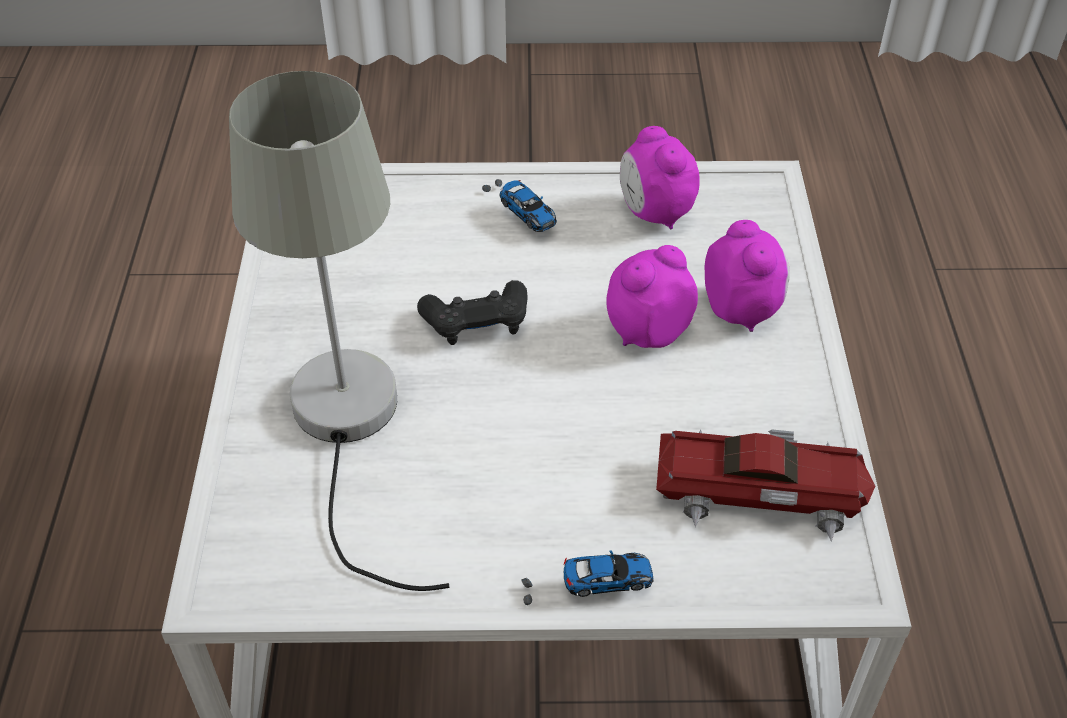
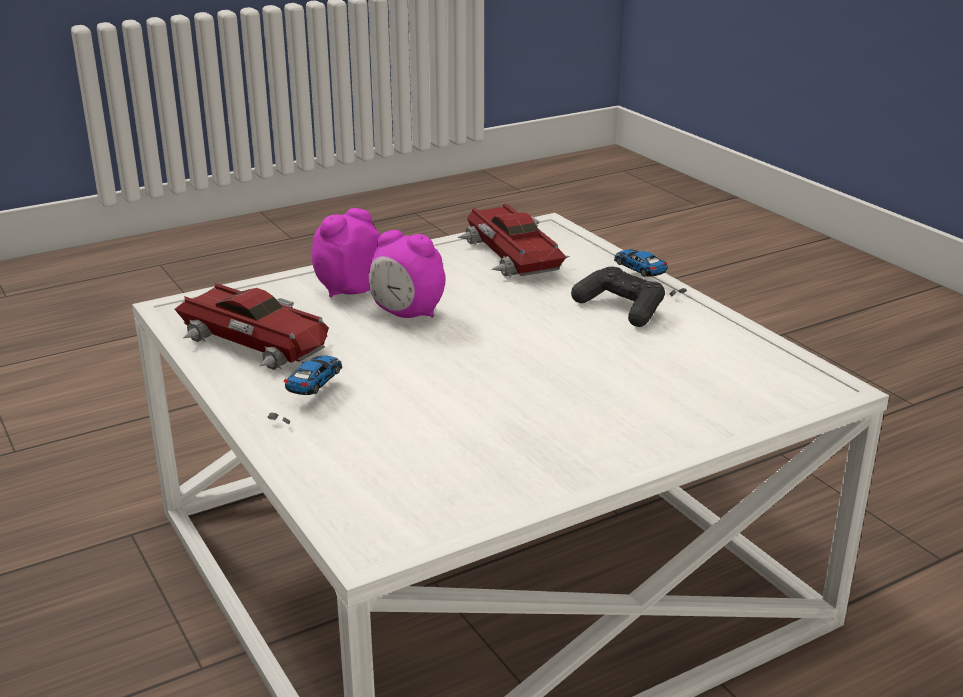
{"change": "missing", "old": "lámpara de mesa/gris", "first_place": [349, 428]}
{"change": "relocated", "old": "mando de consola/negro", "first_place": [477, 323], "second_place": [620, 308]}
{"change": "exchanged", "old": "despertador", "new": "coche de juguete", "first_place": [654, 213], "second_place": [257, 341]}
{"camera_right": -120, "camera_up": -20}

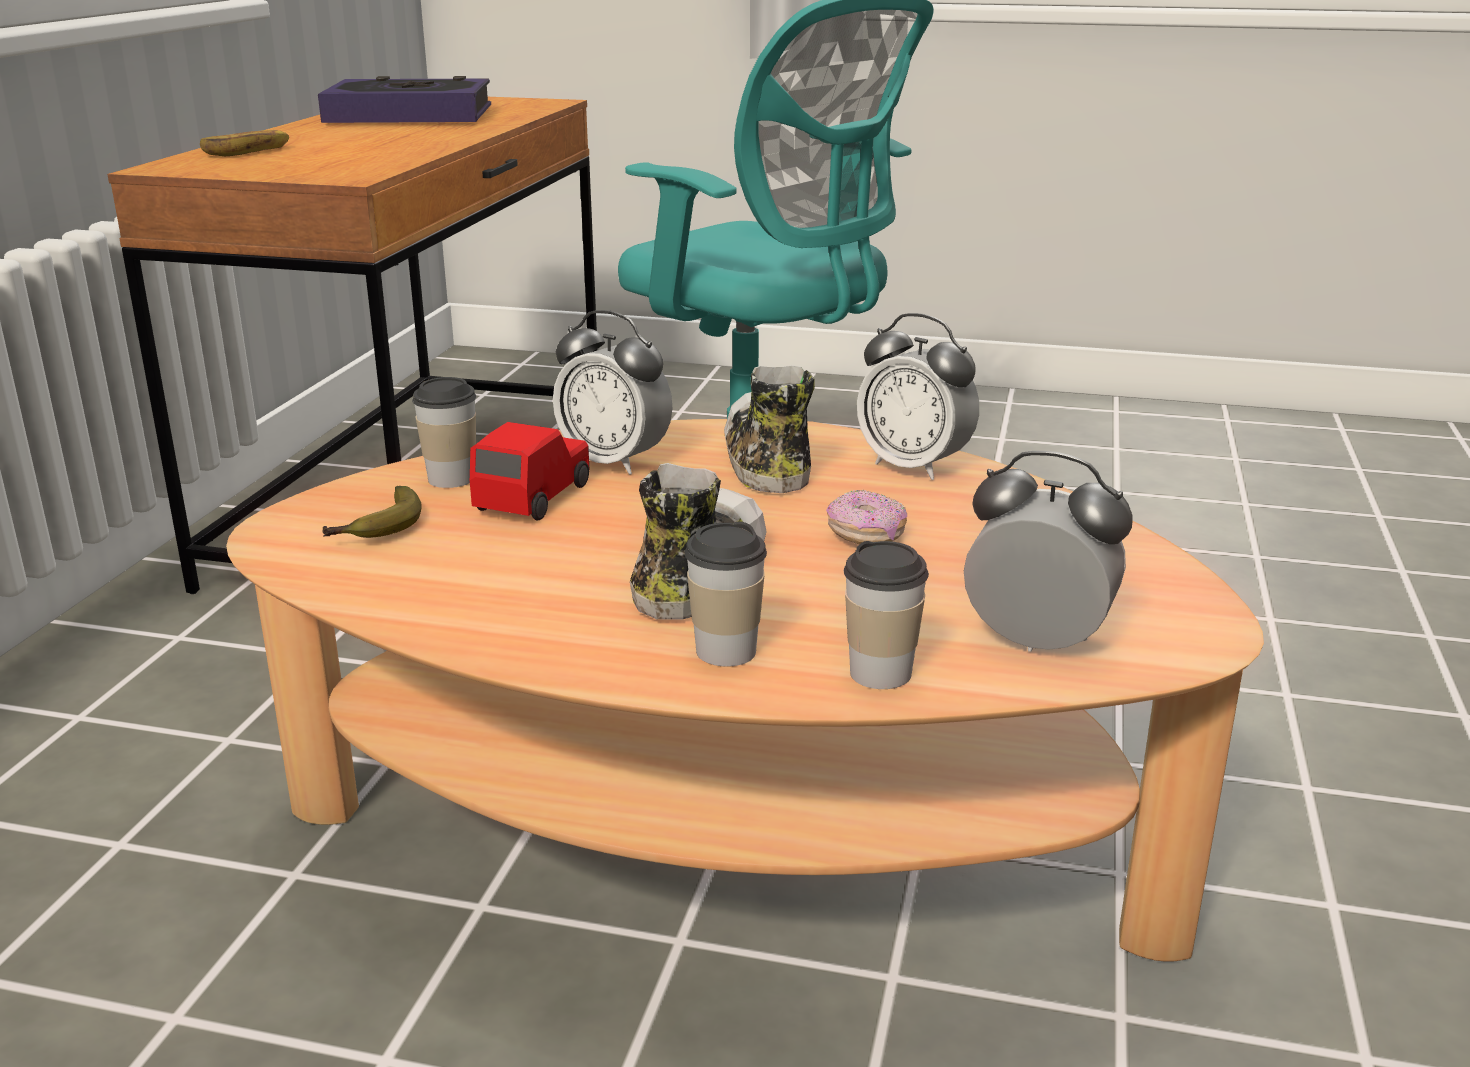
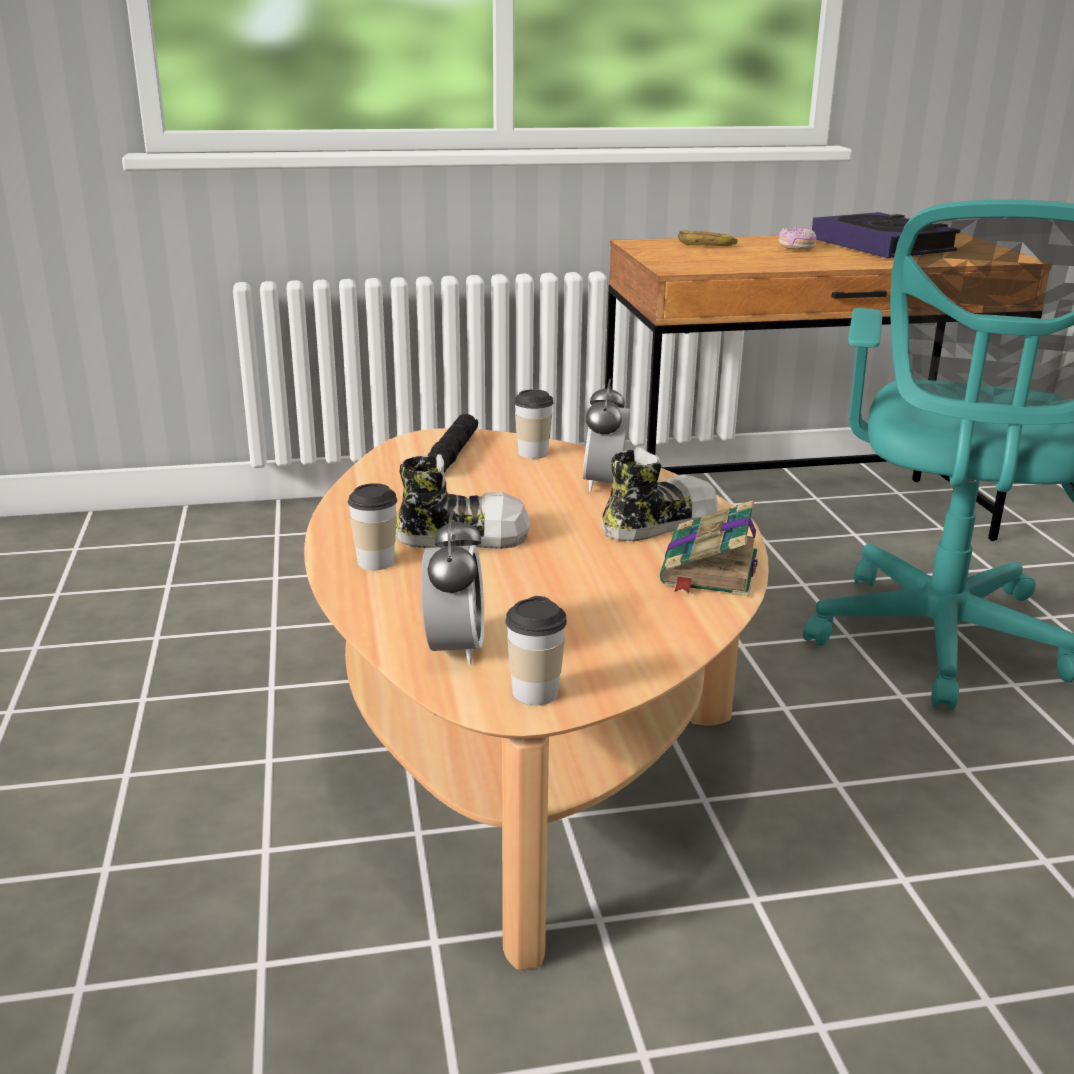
{"change": "exchanged", "old": "plátano", "new": "linterna/negro", "first_place": [379, 529], "second_place": [451, 455]}
{"change": "missing", "old": "coche de juguete/rojo", "first_place": [534, 498]}
{"change": "relocated", "old": "rosquilla", "first_place": [866, 535], "second_place": [796, 248]}
{"change": "relocated", "old": "taza", "first_place": [880, 673], "second_place": [535, 693]}
{"change": "exchanged", "old": "despertador", "new": "libro", "first_place": [914, 466], "second_place": [709, 570]}
{"camera_right": 65, "camera_up": 0}

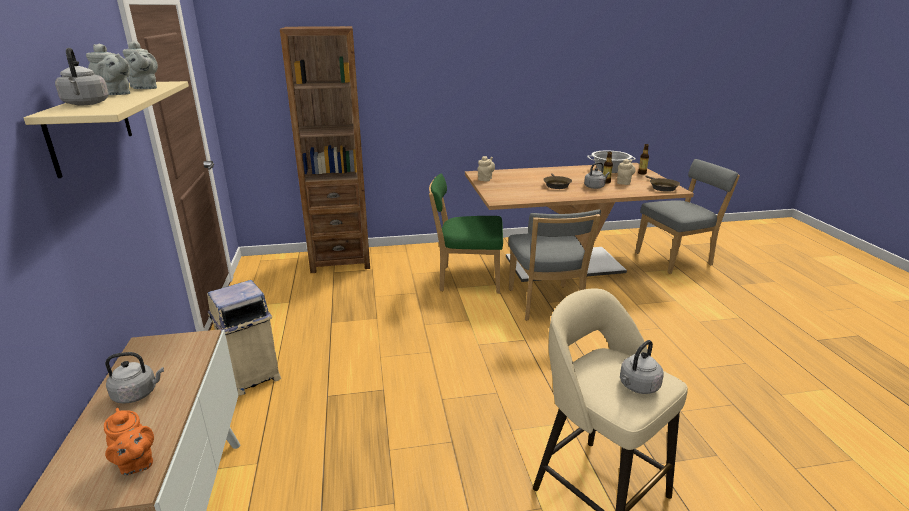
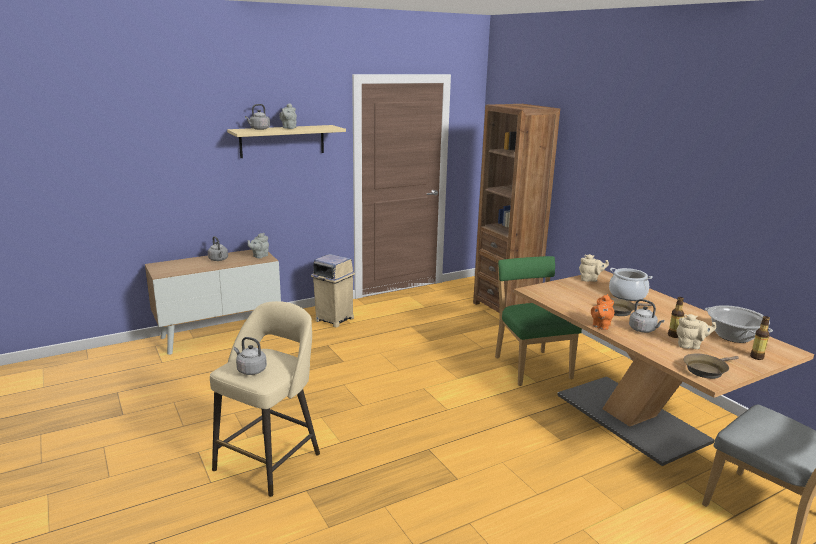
{"change": "relocated", "old": "tetera/naranja", "first_place": [135, 464], "second_place": [600, 326]}
{"change": "relocated", "old": "tetera/gris", "first_place": [144, 88], "second_place": [259, 256]}
{"change": "missing", "old": "silla/gris", "first_place": [546, 305]}
{"change": "appeared", "new": "olla", "second_place": [627, 295]}
{"camera_right": 70, "camera_up": -5}

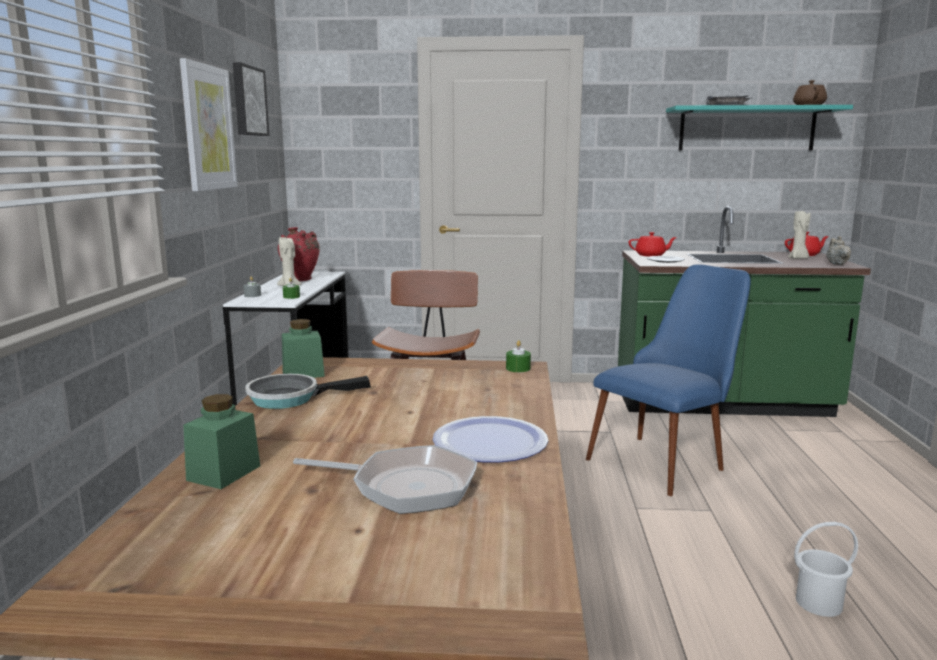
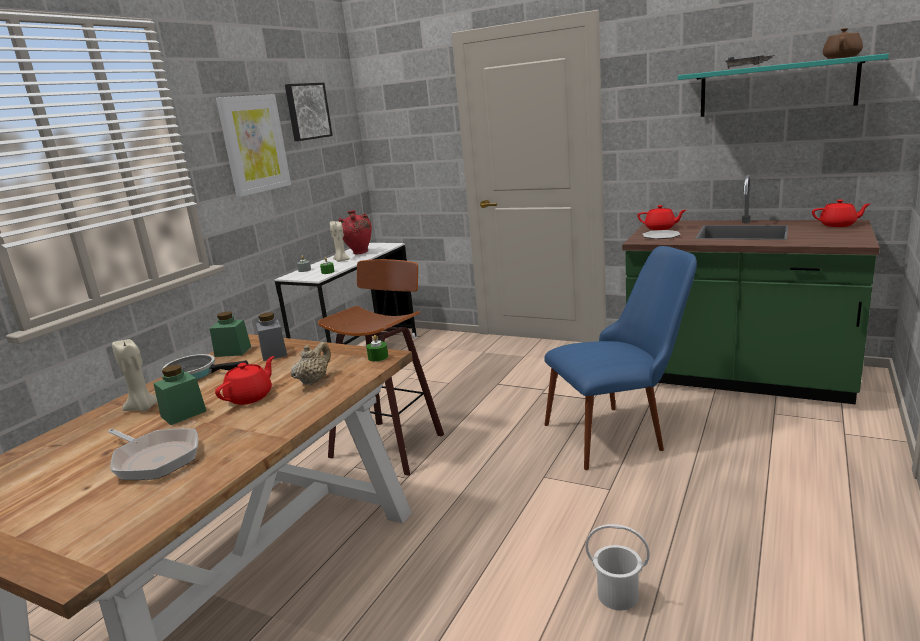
{"change": "relocated", "old": "tarro/verde", "first_place": [224, 473], "second_place": [183, 414]}
{"change": "missing", "old": "plato", "first_place": [489, 442]}
{"change": "relocated", "old": "vela/beis", "first_place": [798, 258], "second_place": [143, 408]}
{"change": "relocated", "old": "tetera/beis", "first_place": [836, 264], "second_place": [314, 381]}
{"change": "appeared", "new": "tetera/rojo", "second_place": [250, 397]}
{"change": "appeared", "new": "tarro/gris", "second_place": [274, 353]}
{"camera_right": 25, "camera_up": 5}

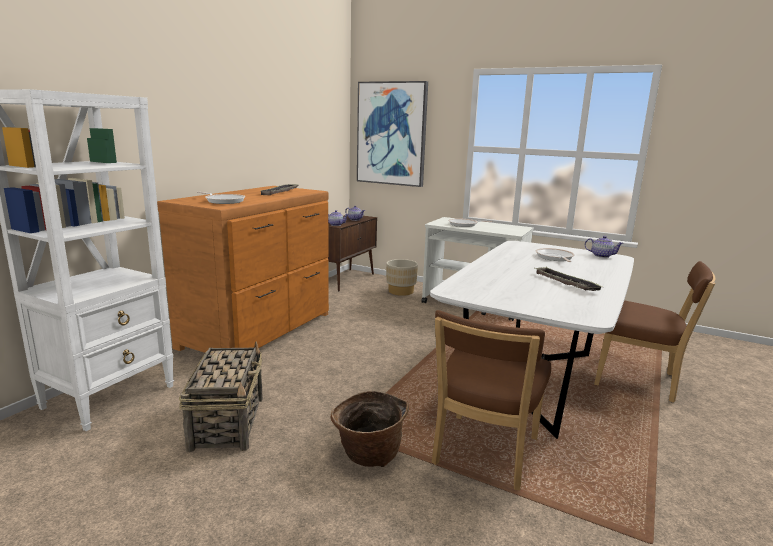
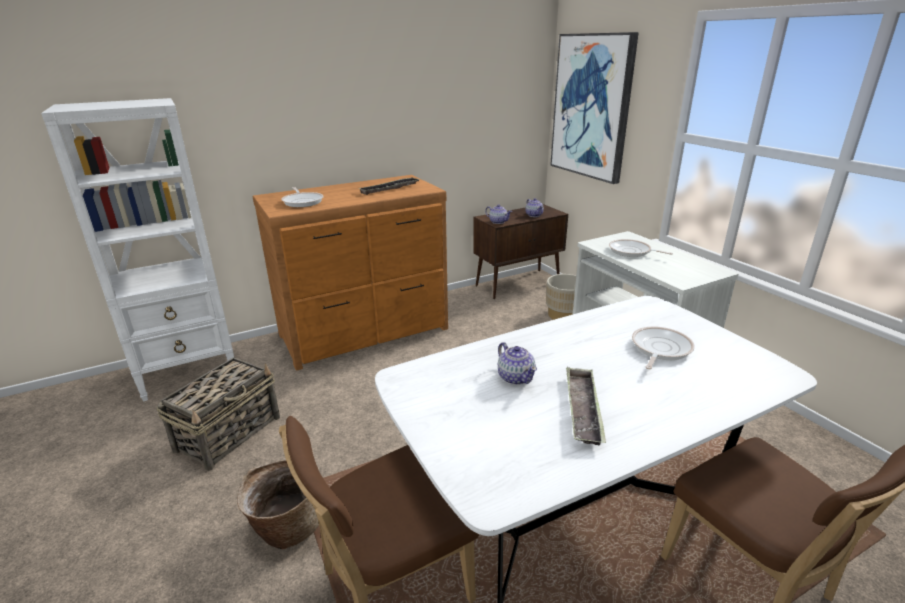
{"change": "relocated", "old": "tetera", "first_place": [601, 256], "second_place": [516, 377]}
{"camera_right": 35, "camera_up": 10}

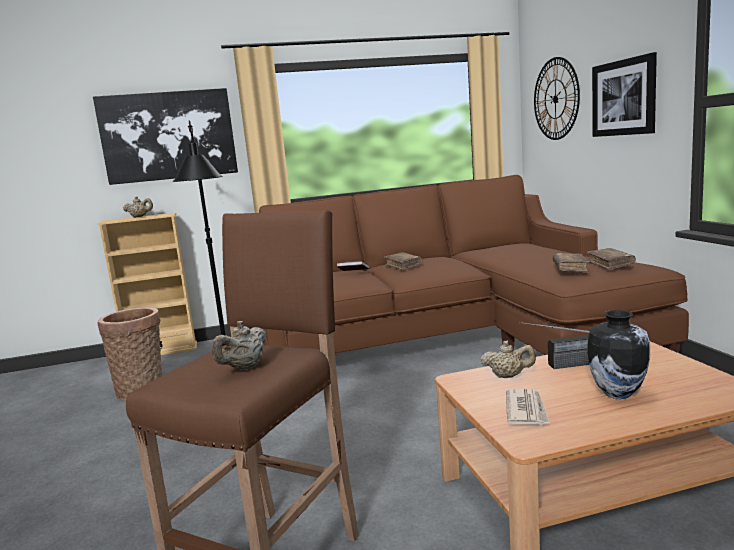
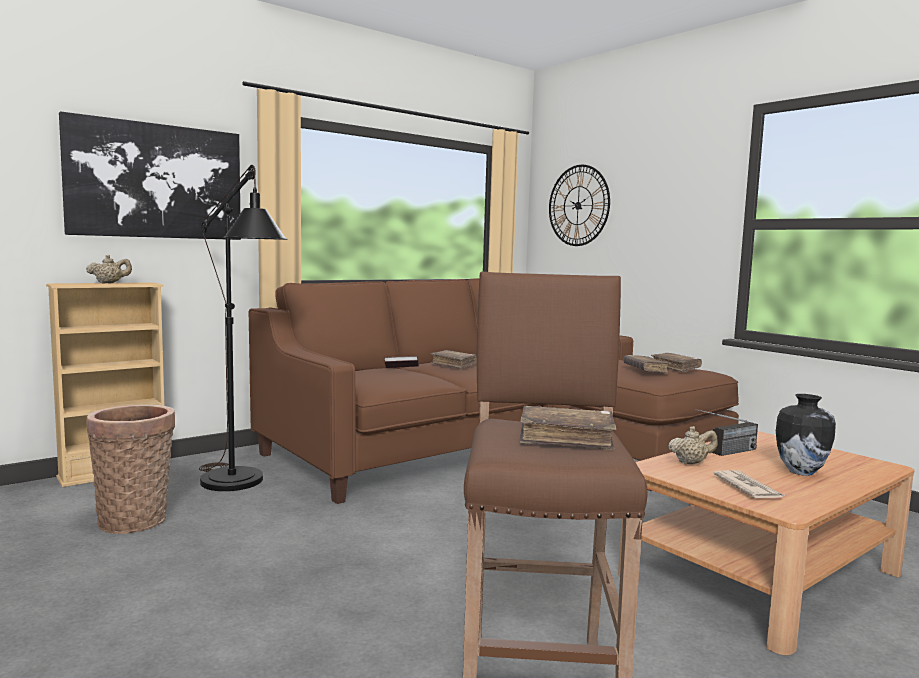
{"change": "exchanged", "old": "tetera/beis", "new": "libro/marrón", "first_place": [244, 367], "second_place": [566, 438]}
{"change": "missing", "old": "cuadro", "first_place": [623, 98]}
{"camera_right": -25, "camera_up": -5}

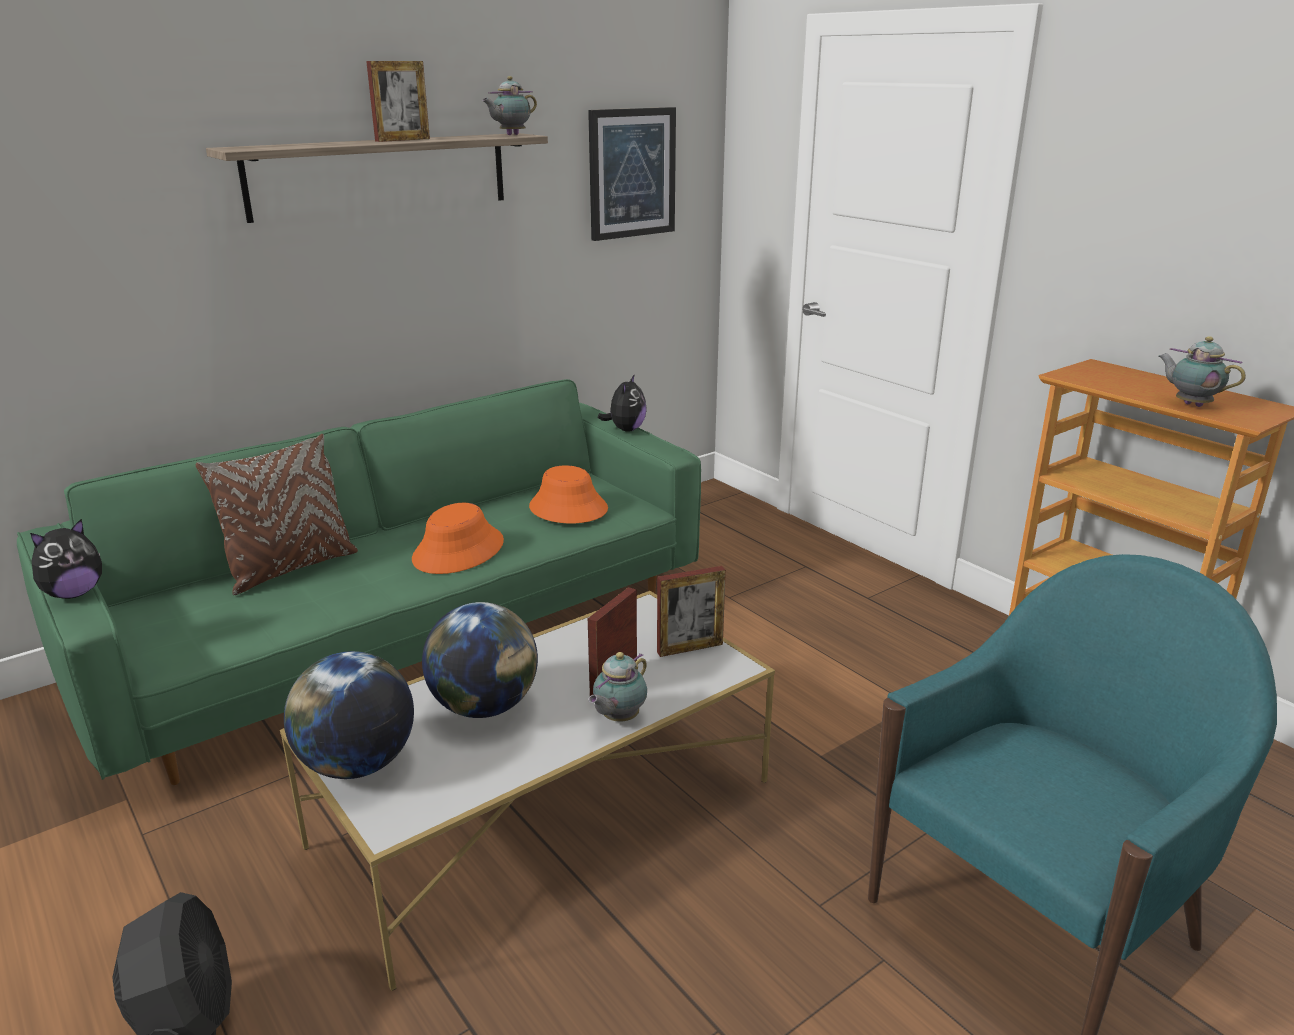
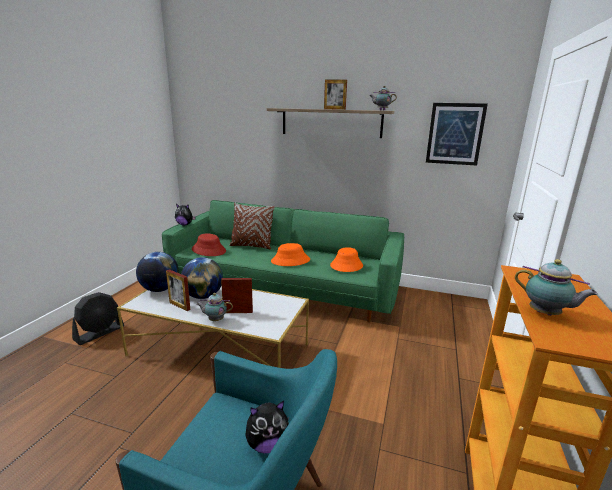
{"change": "relocated", "old": "peluche", "first_place": [625, 429], "second_place": [267, 444]}
{"change": "relocated", "old": "portarretratos", "first_place": [690, 648], "second_place": [179, 306]}
{"change": "spun", "old": "tetera", "first_place": [1190, 404], "second_place": [546, 314], "degrees": 120}
{"change": "appeared", "new": "sombrero/rojo", "second_place": [209, 250]}
{"camera_right": 55, "camera_up": -5}

